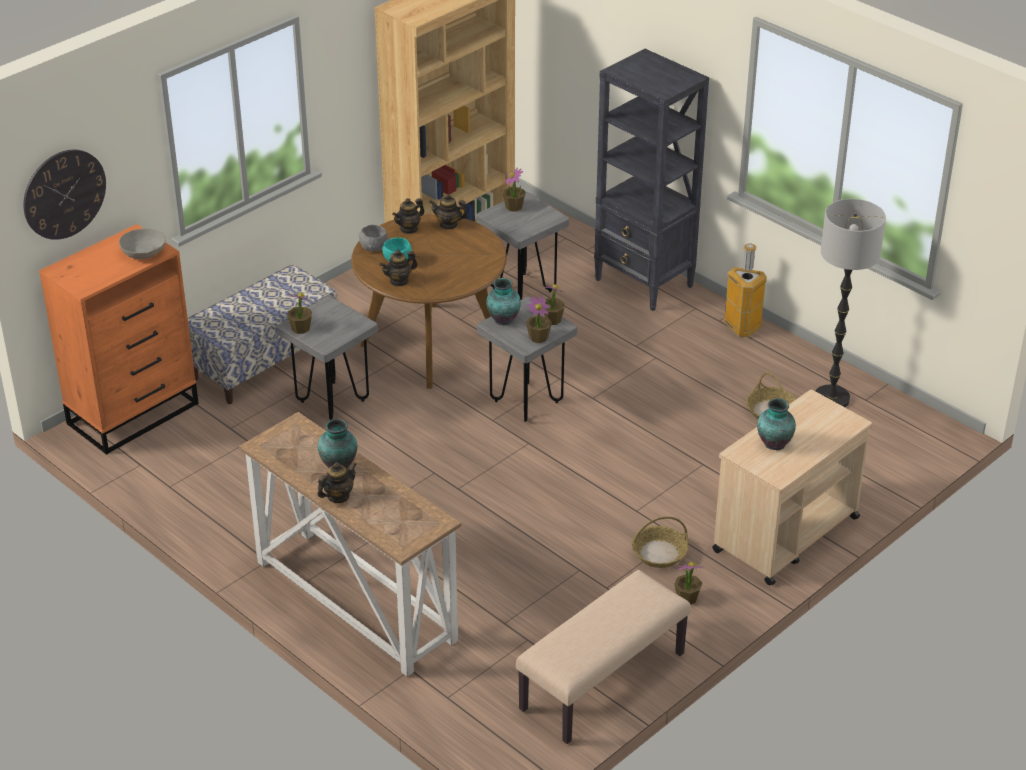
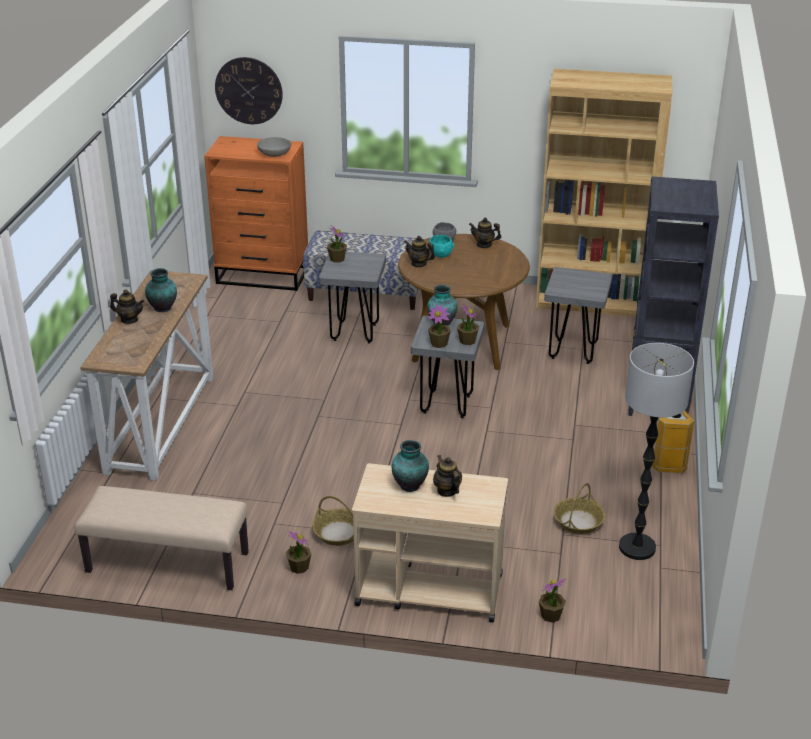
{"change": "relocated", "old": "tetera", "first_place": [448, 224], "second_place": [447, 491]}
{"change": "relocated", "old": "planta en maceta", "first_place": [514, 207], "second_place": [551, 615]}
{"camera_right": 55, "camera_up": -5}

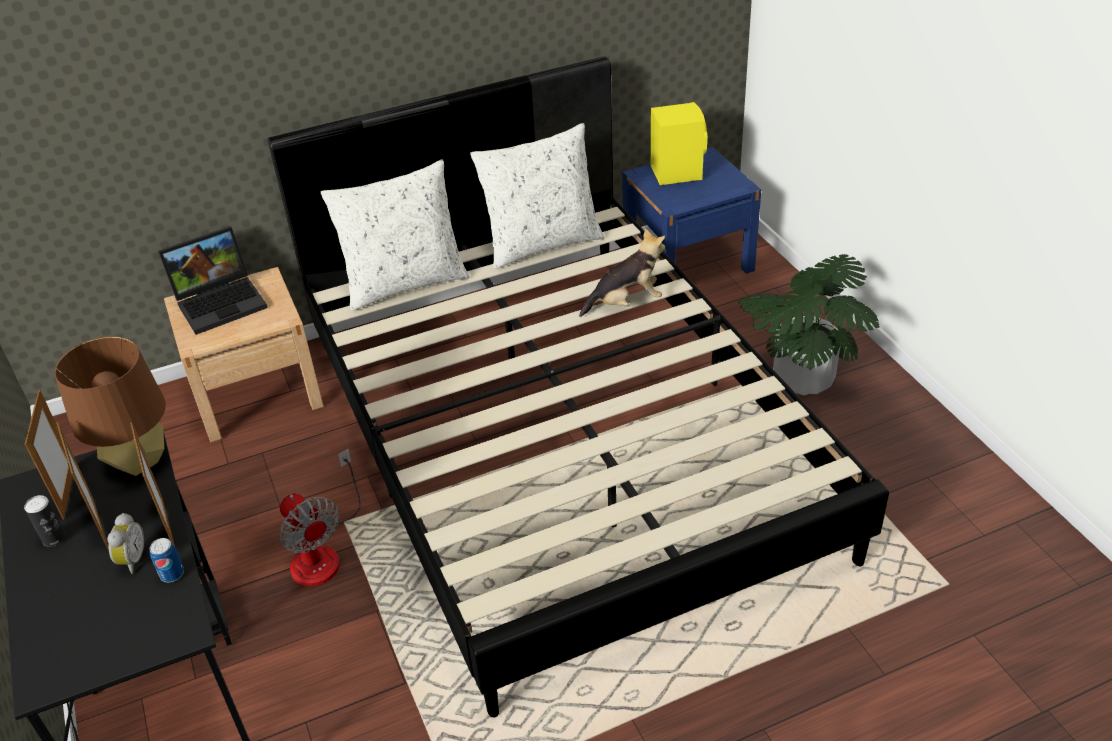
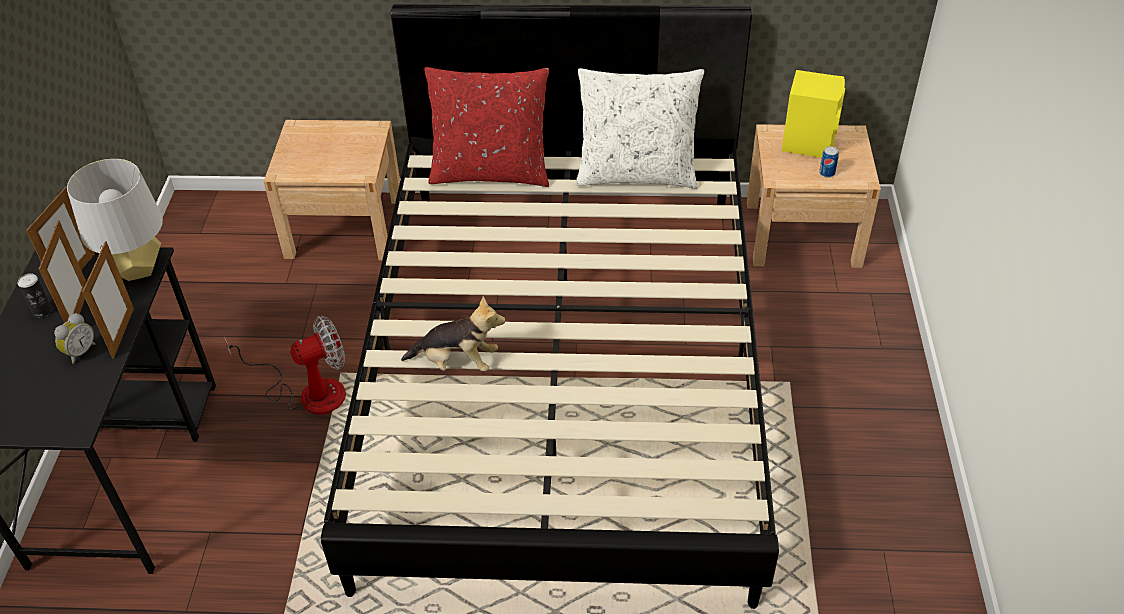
{"change": "colour", "old": "lámpara de mesa/marrón", "new": "lámpara de mesa/gris", "first_place": [138, 461], "second_place": [138, 268]}
{"change": "relocated", "old": "lata", "first_place": [172, 574], "second_place": [827, 173]}
{"change": "missing", "old": "portátil", "first_place": [222, 301]}
{"change": "spun", "old": "ventilador", "first_place": [322, 552], "second_place": [309, 392], "degrees": -105}
{"change": "colour", "old": "cojín/blanco", "new": "cojín/rojo", "first_place": [405, 283], "second_place": [491, 172]}
{"change": "relocated", "old": "peluche", "first_place": [626, 303], "second_place": [457, 362]}
{"change": "colour", "old": "mesita de noche/azul", "new": "mesita de noche/beis", "first_place": [688, 261], "second_place": [802, 234]}
{"change": "missing", "old": "planta en maceta", "first_place": [802, 379]}
{"camera_right": 25, "camera_up": 5}

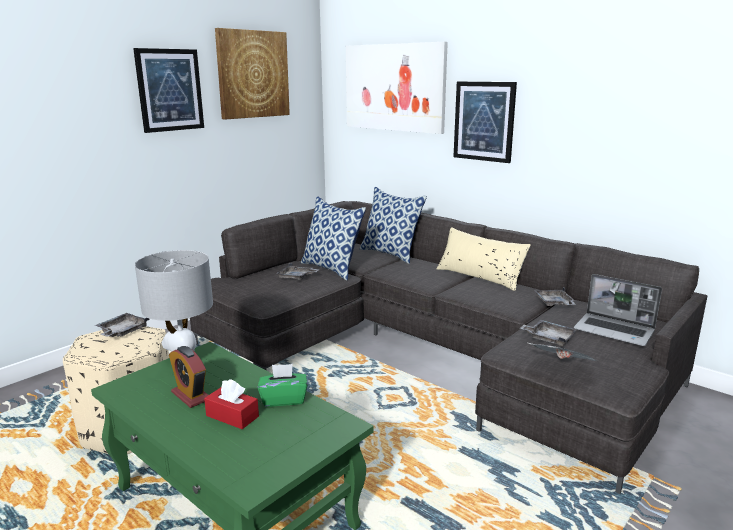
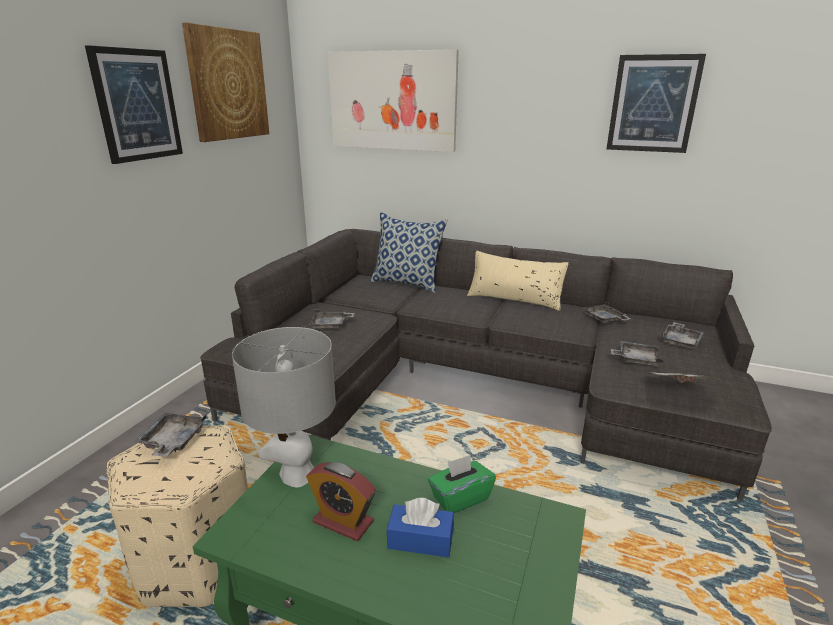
{"change": "colour", "old": "caja de pañuelos/rojo", "new": "caja de pañuelos/azul", "first_place": [232, 416], "second_place": [420, 540]}
{"change": "missing", "old": "cojín", "first_place": [332, 269]}
{"change": "relocated", "old": "cuadro", "first_place": [484, 121], "second_place": [653, 104]}
{"change": "exchanged", "old": "portátil", "new": "bandeja/gris", "first_place": [615, 331], "second_place": [680, 341]}
{"camera_right": -20, "camera_up": 5}

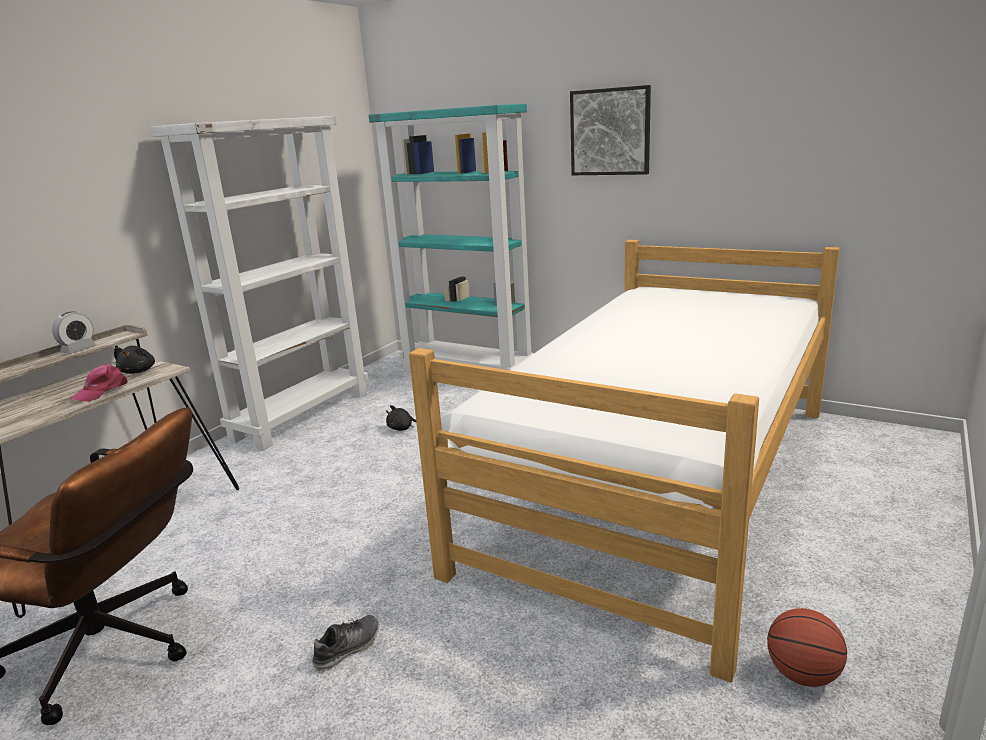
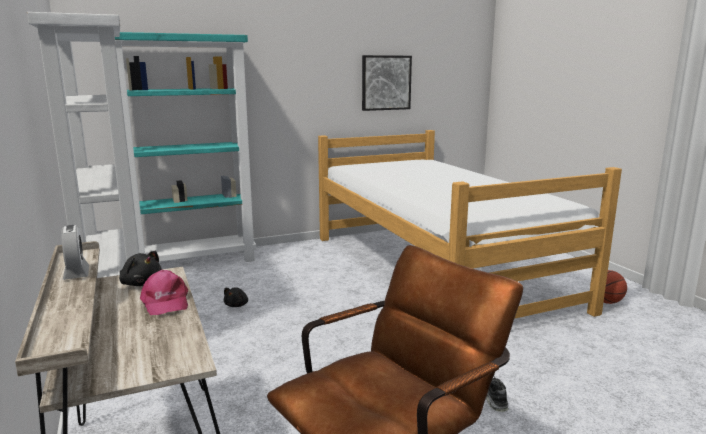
{"change": "relocated", "old": "cuadro", "first_place": [610, 132], "second_place": [386, 83]}
{"camera_right": -55, "camera_up": -5}

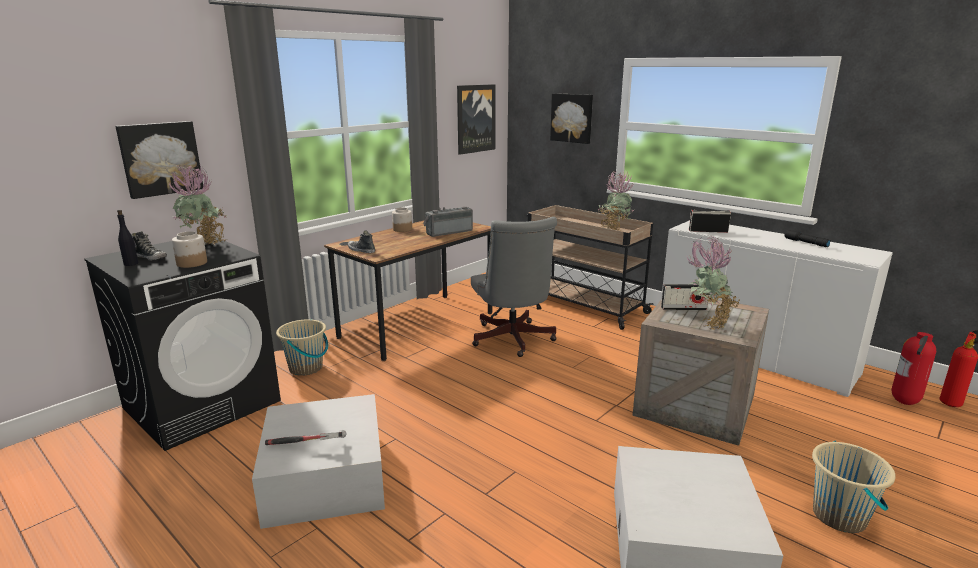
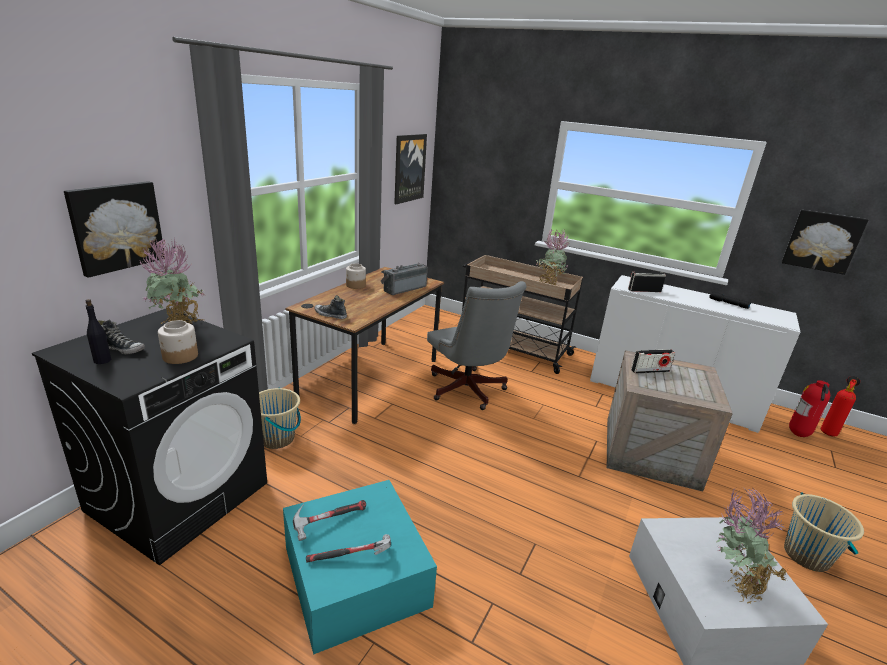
{"change": "colour", "old": "caja de almacenaje/blanco", "new": "caja de almacenaje/turquesa", "first_place": [325, 477], "second_place": [355, 576]}
{"change": "relocated", "old": "cuadro", "first_place": [572, 118], "second_place": [822, 241]}
{"change": "relocated", "old": "planta en maceta", "first_place": [706, 323], "second_place": [731, 583]}
{"change": "appeared", "new": "martillo", "second_place": [328, 522]}
{"camera_right": -15, "camera_up": 5}

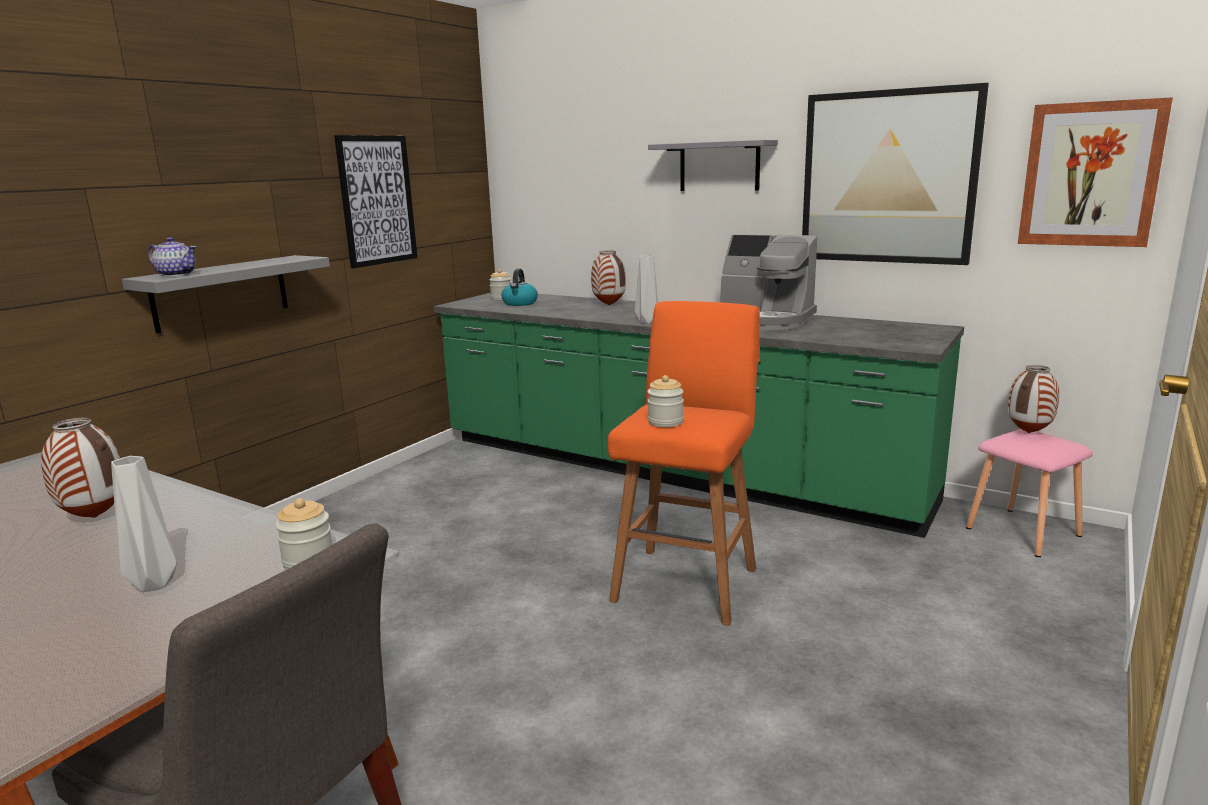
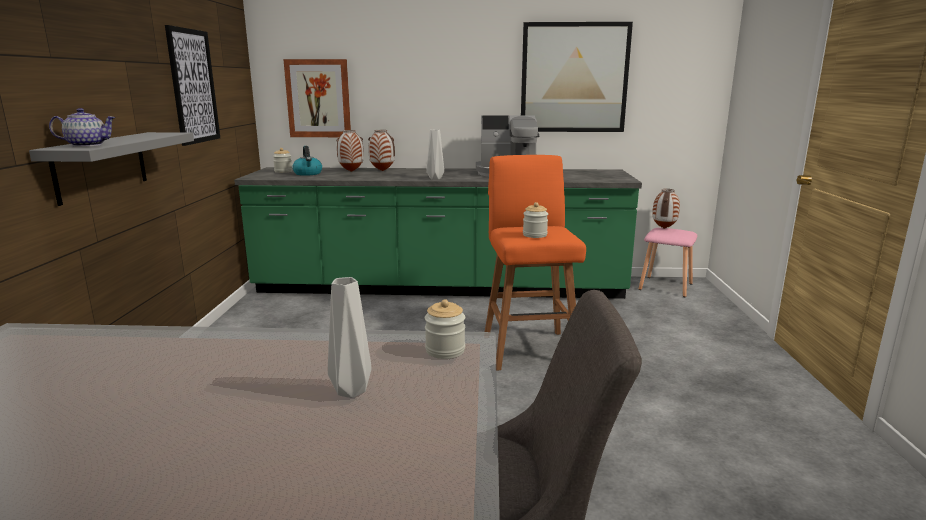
{"change": "relocated", "old": "florero", "first_place": [93, 518], "second_place": [351, 171]}
{"change": "missing", "old": "estante/gris", "first_place": [719, 166]}
{"change": "relocated", "old": "cuadro", "first_place": [1090, 175], "second_place": [318, 98]}
{"camera_right": -30, "camera_up": 0}

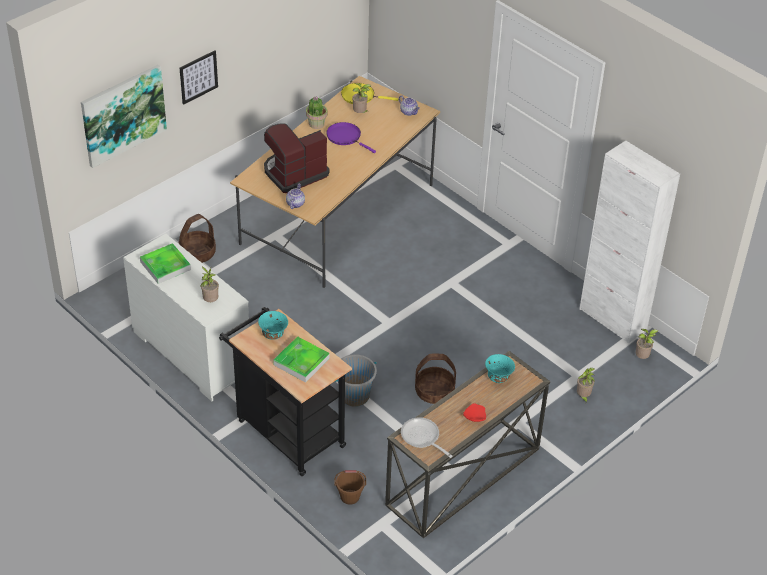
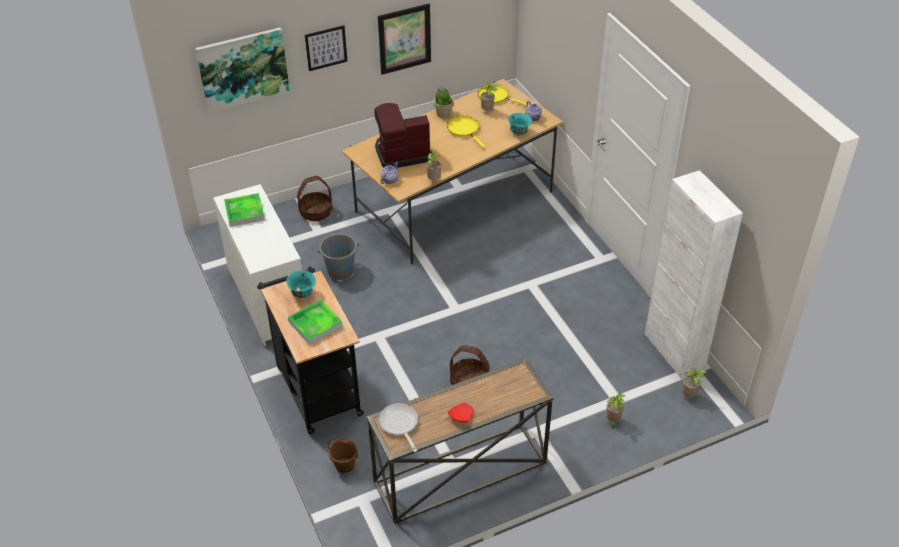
{"change": "relocated", "old": "planta en maceta", "first_place": [210, 301], "second_place": [434, 180]}
{"change": "colour", "old": "sartén/morado", "new": "sartén/amarillo", "first_place": [345, 137], "second_place": [464, 129]}
{"change": "relocated", "old": "cubo/gris", "first_place": [354, 396], "second_place": [340, 271]}
{"change": "relocated", "old": "cuenco/turquesa", "first_place": [498, 378], "second_place": [519, 132]}
{"change": "appeared", "new": "cuadro", "second_place": [404, 39]}
{"camera_right": 20, "camera_up": 0}

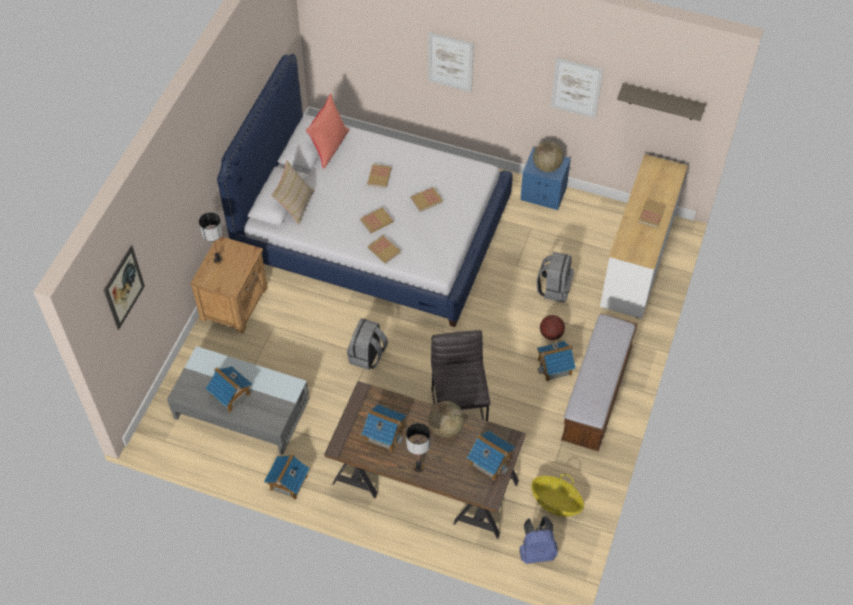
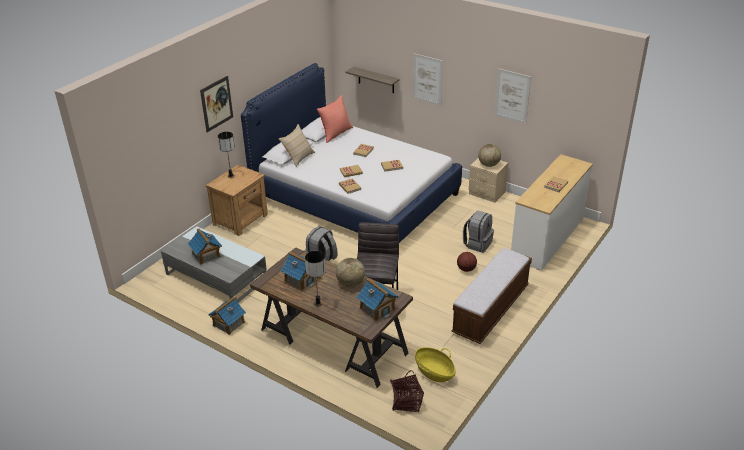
{"change": "relocated", "old": "cuadro", "first_place": [124, 287], "second_place": [216, 103]}
{"change": "exchanged", "old": "mochila/azul", "new": "cesta", "first_place": [536, 551], "second_place": [406, 402]}
{"change": "colour", "old": "mesita de noche/azul", "new": "mesita de noche/beis", "first_place": [543, 194], "second_place": [487, 193]}
{"change": "missing", "old": "casita", "first_place": [555, 367]}
{"change": "relocated", "old": "estante", "first_place": [662, 102], "second_place": [376, 80]}
{"camera_right": 15, "camera_up": -20}

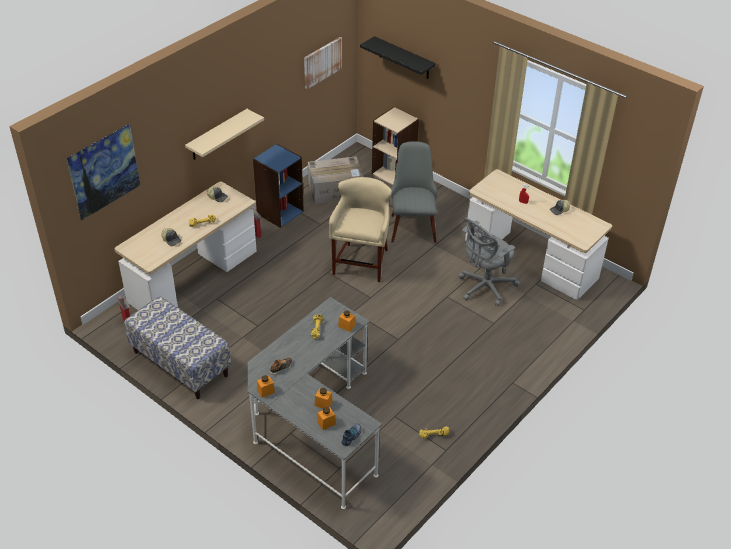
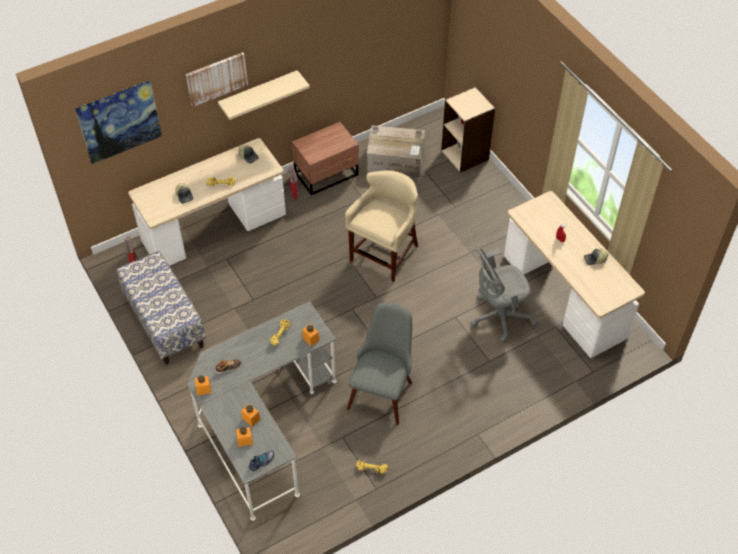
{"change": "exchanged", "old": "estantería/azul", "new": "mesita de noche/marrón", "first_place": [279, 212], "second_place": [327, 174]}
{"change": "relocated", "old": "cuadro", "first_place": [322, 62], "second_place": [216, 78]}
{"change": "missing", "old": "estante/negro", "first_place": [404, 58]}
{"change": "relocated", "old": "silla/gris", "first_place": [412, 223], "second_place": [383, 388]}
{"camera_right": 20, "camera_up": 10}

